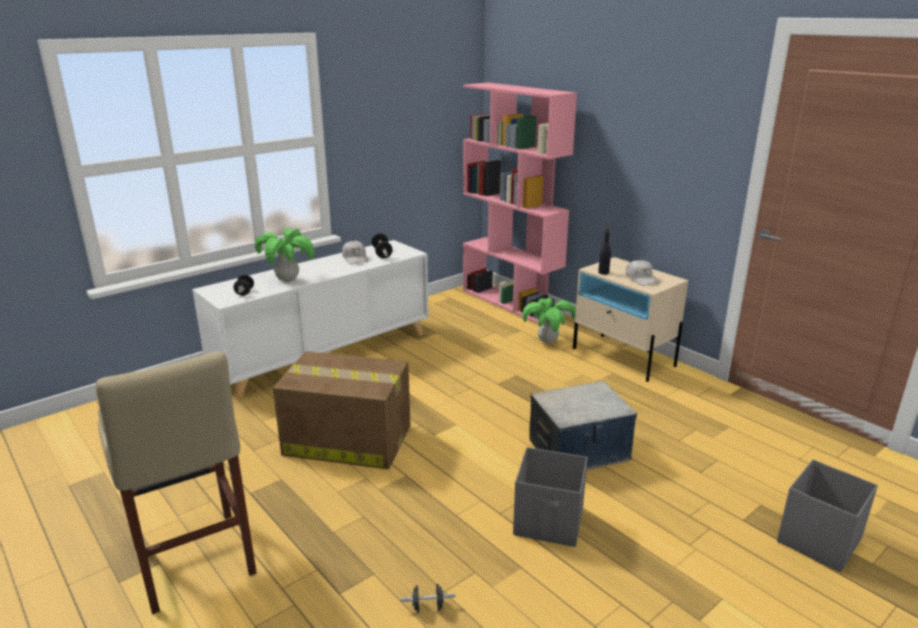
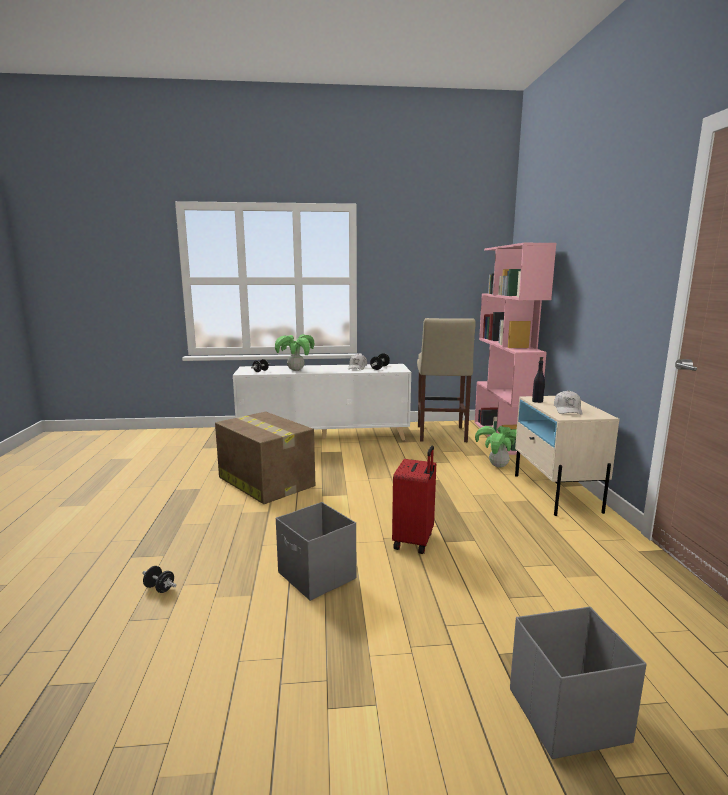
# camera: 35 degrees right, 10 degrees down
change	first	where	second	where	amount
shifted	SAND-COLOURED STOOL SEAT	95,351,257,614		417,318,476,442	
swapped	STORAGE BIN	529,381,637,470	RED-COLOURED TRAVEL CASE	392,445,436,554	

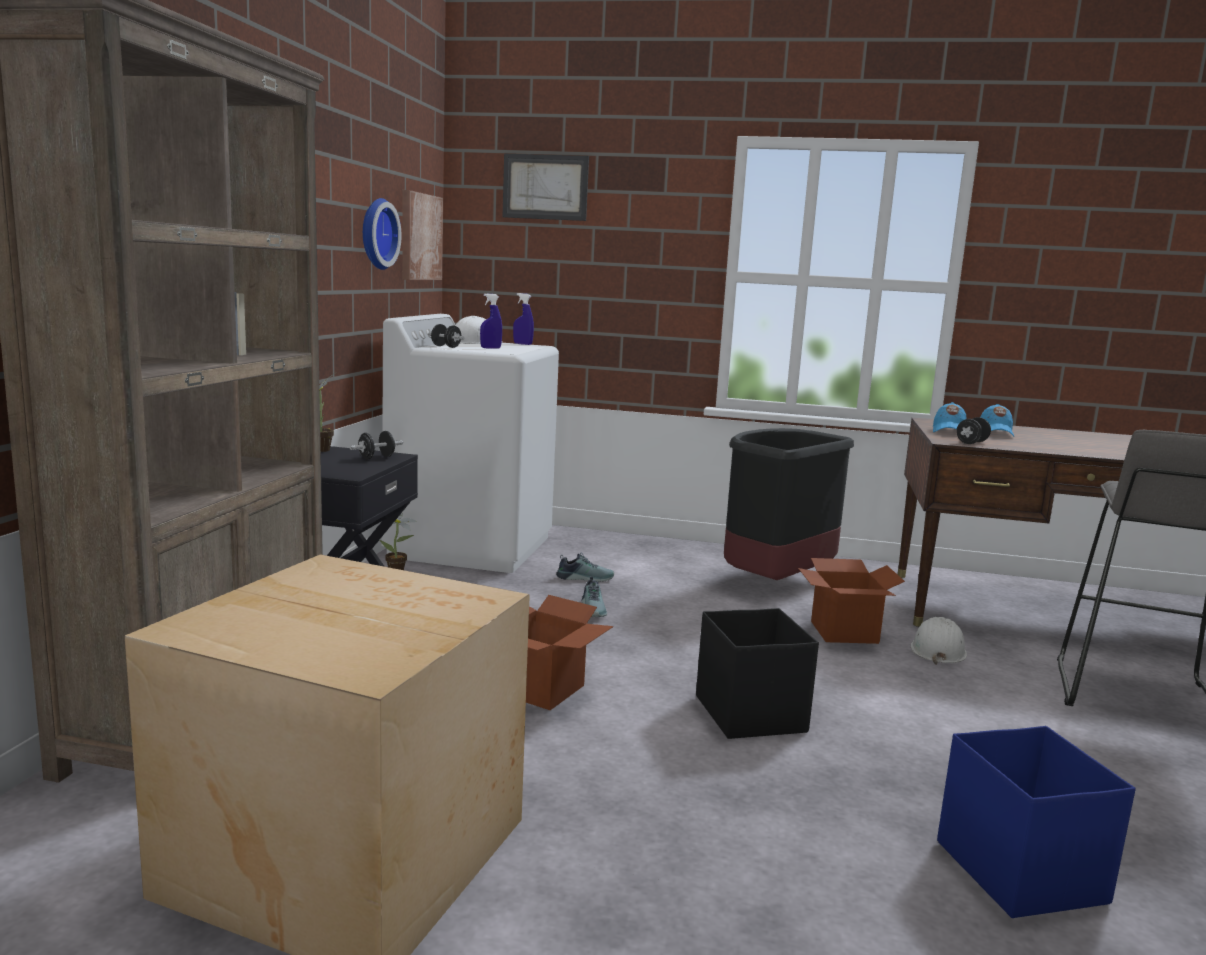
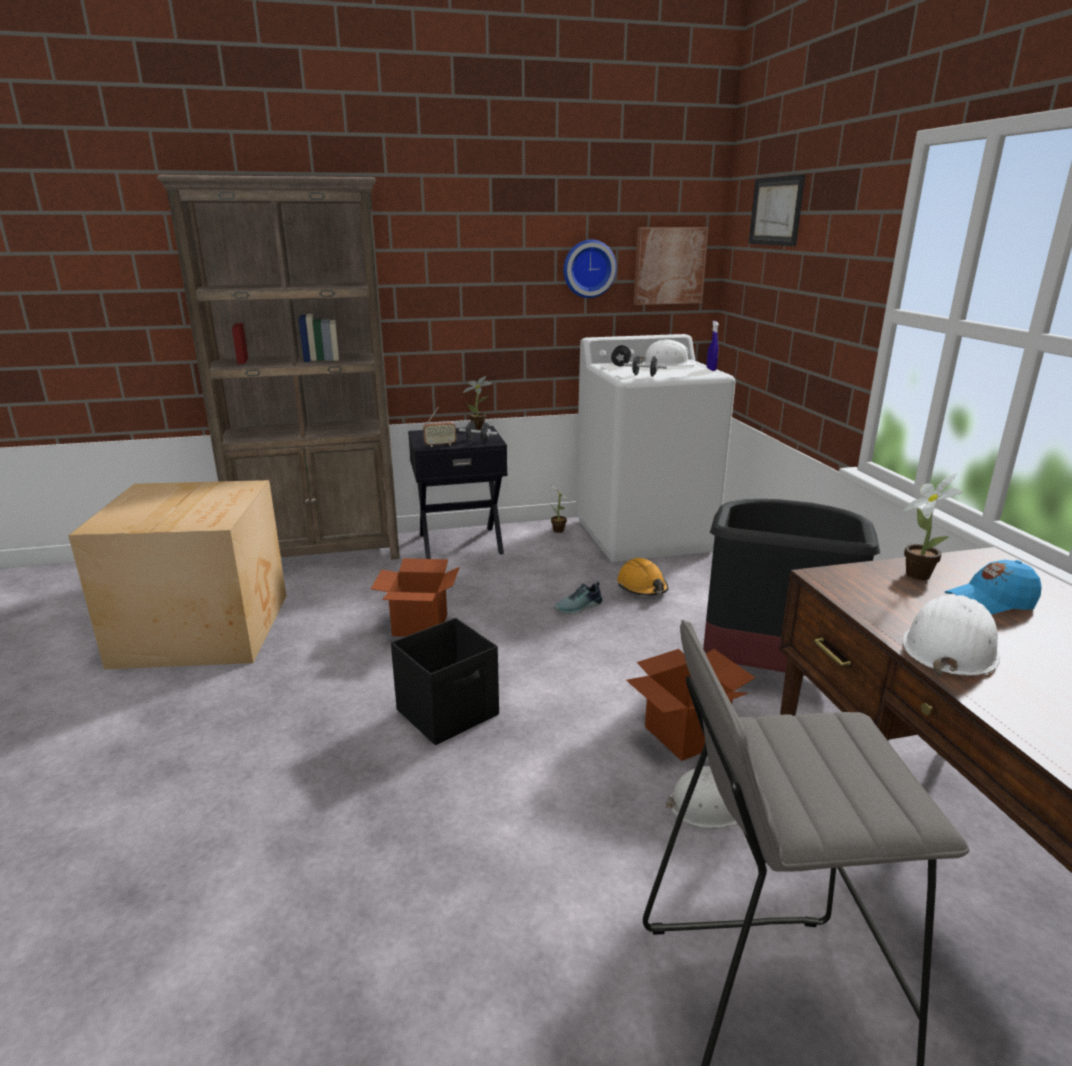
# camera: 65 degrees right, 10 degrees up
change	first	where	second	where	amount
gone	BLUE HAND SPRAYER	480,293,502,349			
swapped	BLUE BASEBALL CAP	933,402,967,432	PLANT IN A POT	903,473,963,580	
shifted	BLACK-COLOURED FREE WEIGHT	956,417,991,444		624,355,667,377	
swapped	SHOE	556,553,614,582	ORANGE HARD HAT	617,558,668,596	
gone	BLUE STORAGE BIN	937,726,1136,918			
new			RADIO SET	423,406,456,447	
new			WHITISH HARD HAT	903,595,1000,676	

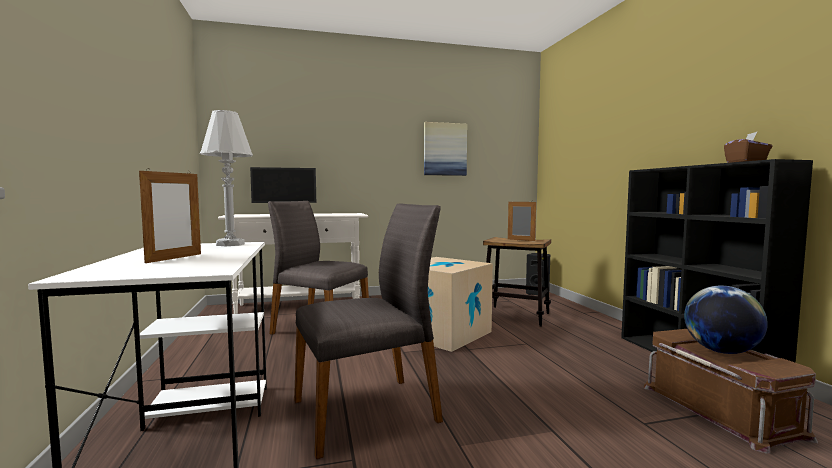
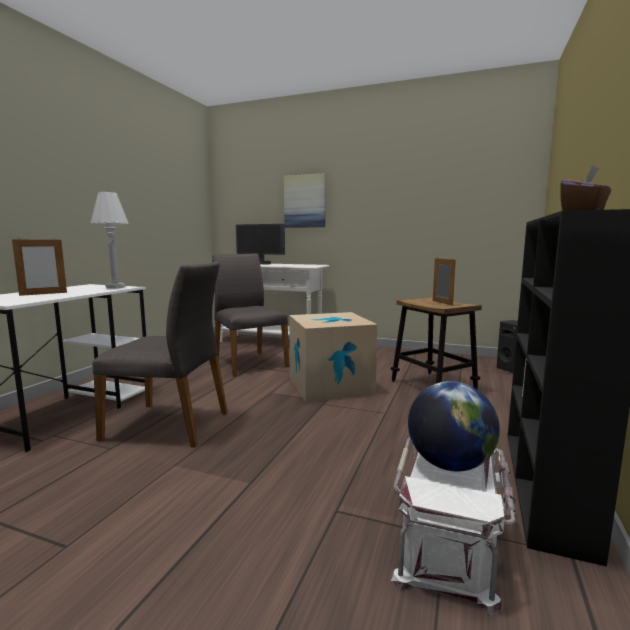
# camera: 35 degrees right, 5 degrees up
change	first	where	second	where	amount
shifted	WALL PICTURE	424,122,467,176		284,174,326,228	
repainted	BROWN-COLOURED STORAGE BIN	644,329,818,454	WHITISH STORAGE BIN	390,437,516,616	

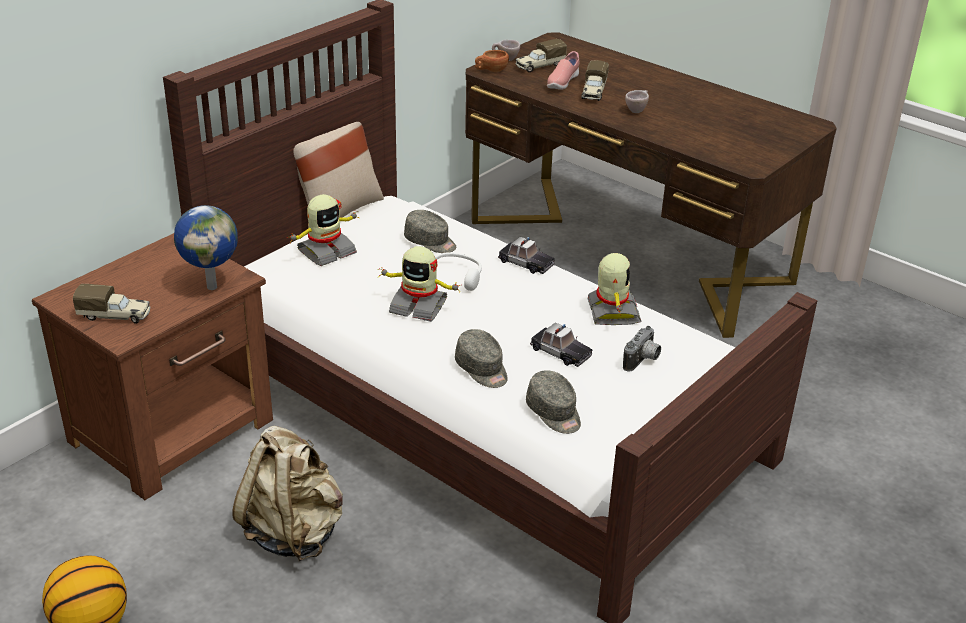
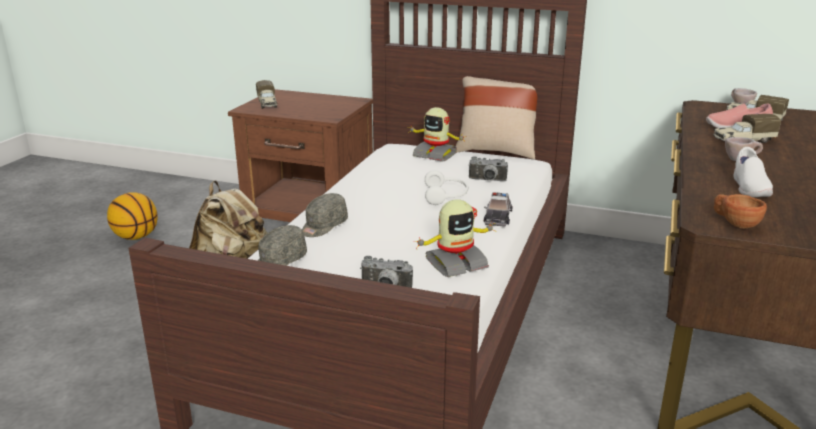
# camera: 70 degrees right, 10 degrees down
change	first	where	second	where	amount
shifted	BROWN-COLOURED SMALL CUP	475,50,509,72		714,194,767,228	
gone	GLOBE	174,205,238,290			
swapped	GREYISH BASEBALL CAP	404,210,456,253	STILL CAMERA	469,156,508,181	
gone	ROBOT FIGURE	378,246,461,322			
gone	TOY CAR	530,323,592,367			
new			WHITISH SHOE	733,147,773,197	

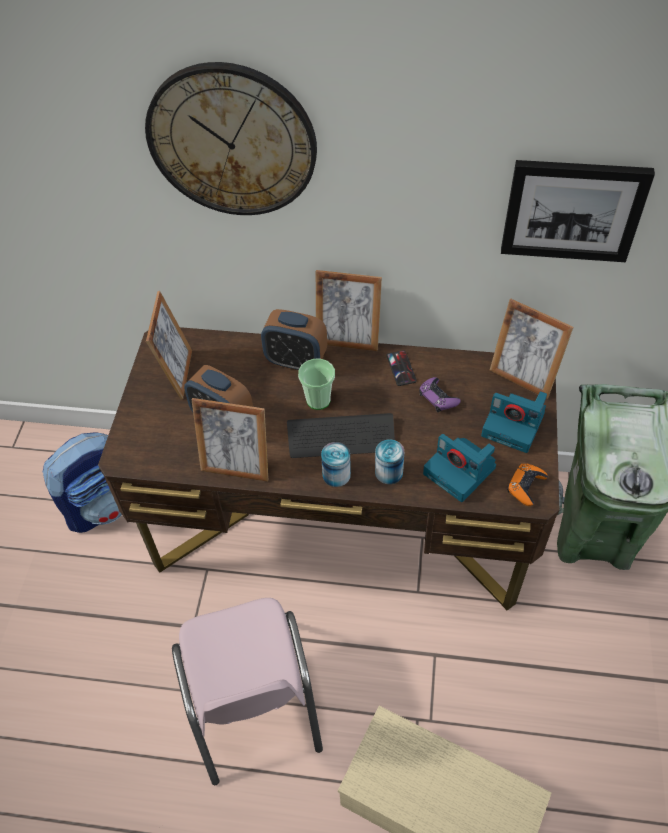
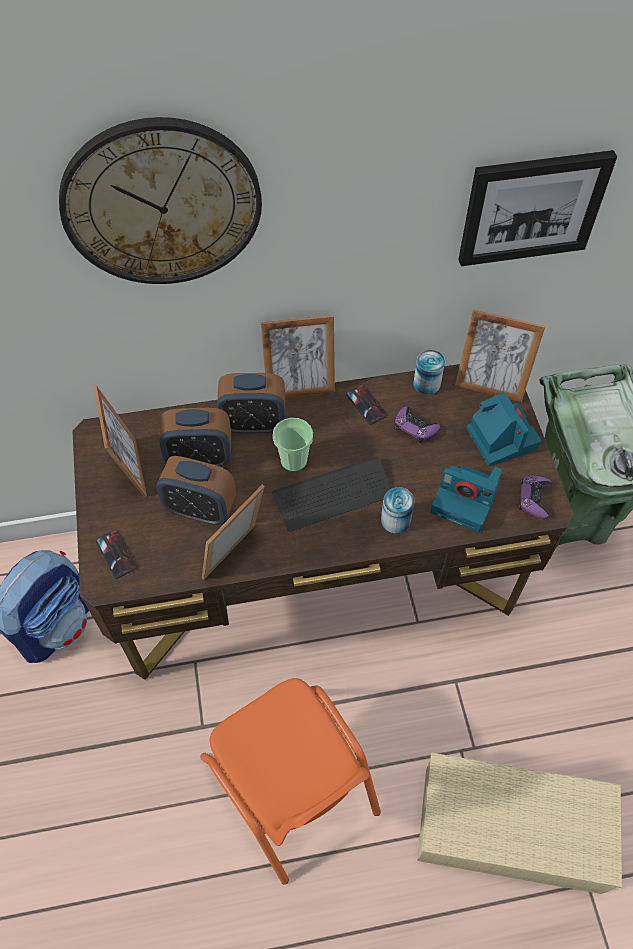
# camera: 20 degrees left, 5 degrees up
change	first	where	second	where	amount
rotated	STILL CAMERA	481,391,547,453		466,392,541,466	120 degrees counterclockwise
rotated	PICTURE FRAME	192,398,269,482		202,485,265,580	135 degrees clockwise
shifted	SEALED CAN	321,442,351,487		413,350,445,395	
repainted	ORANGE JOYPAD	508,464,548,506	PURPLE-COLOURED JOYPAD	519,475,552,519	
repainted	PINK-COLOURED PLAIN CHAIR	172,598,323,785	ORANGE PLAIN CHAIR	200,678,381,885	
new			TABLE CLOCK	160,408,231,467	
new			PHONE	96,530,137,579	

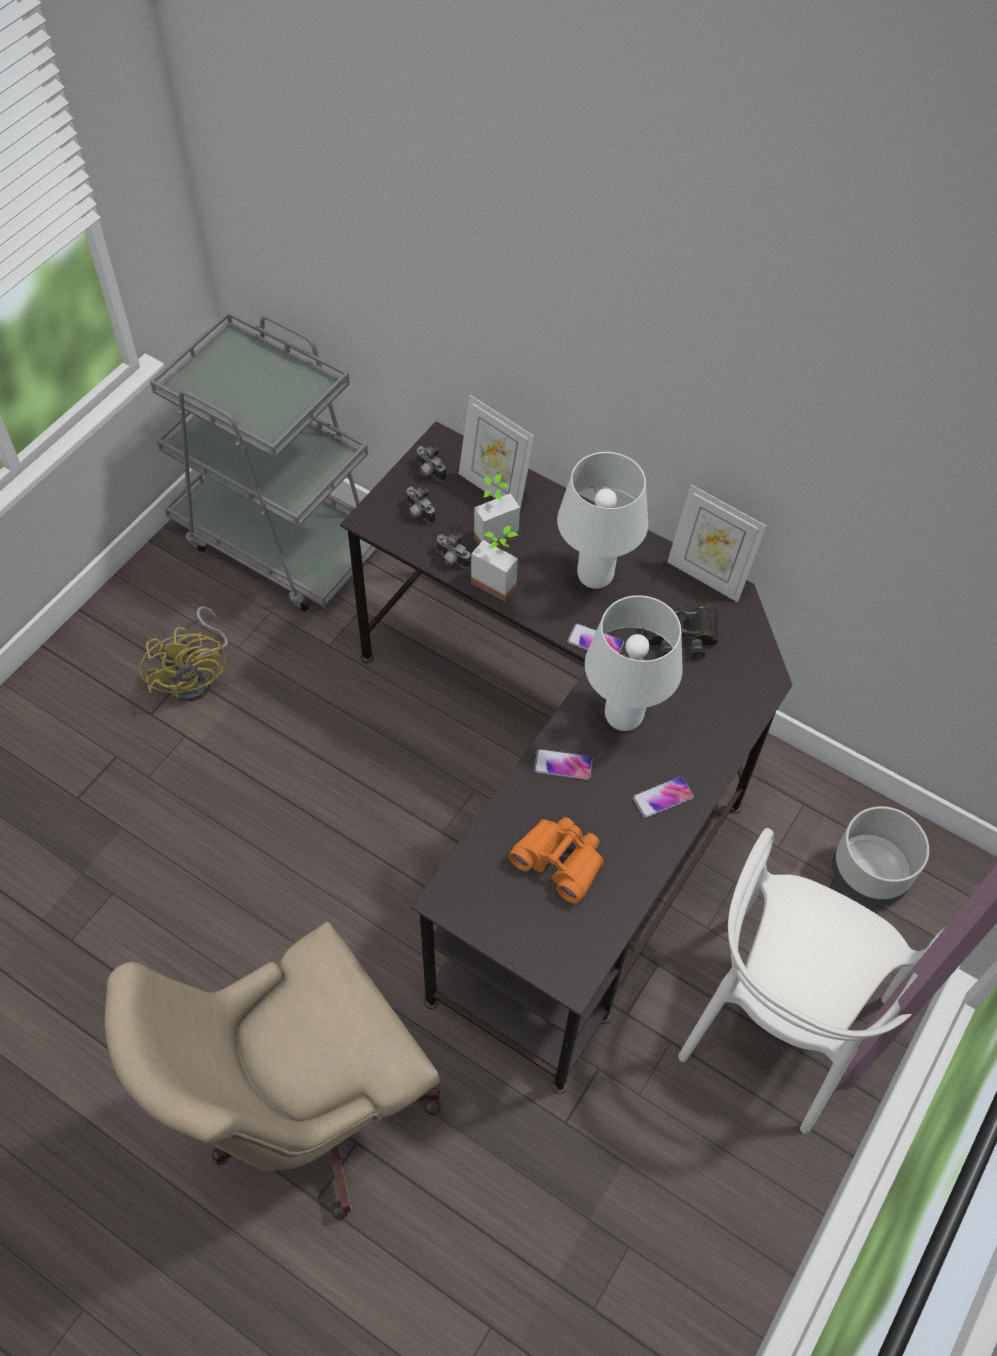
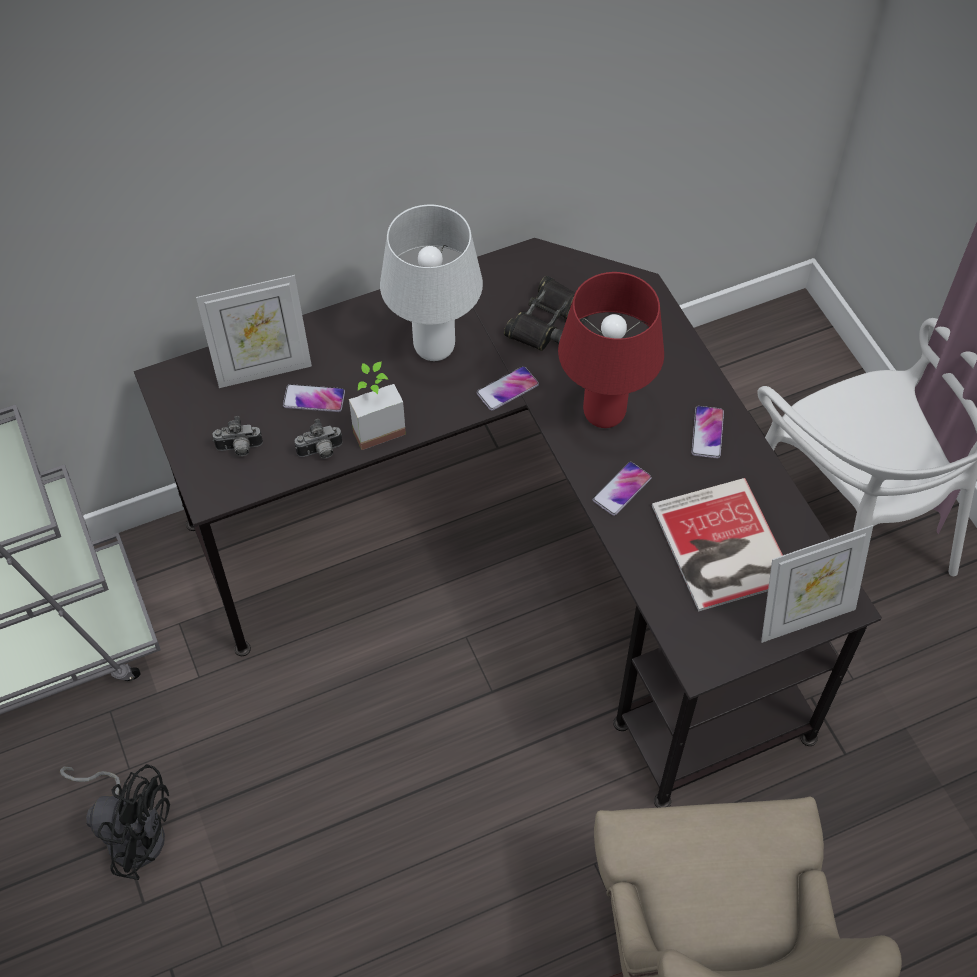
# camera: 55 degrees left, 0 degrees up
change	first	where	second	where	amount
gone	STILL CAMERA	416,446,446,481			
swapped	PLANT IN A POT	474,474,520,546	PHONE	283,384,345,412	
shifted	PICTURE FRAME	667,485,766,602		761,525,873,643	
repainted	WHITISH LAMP FOR A TABLE	585,595,682,731	RED-COLOURED LAMP FOR A TABLE	558,272,664,428	
repainted	YELLOW COOLING FAN	140,606,228,701	BLACK-COLOURED COOLING FAN	60,764,170,880	
gone	GREYISH PLANT POT	832,806,929,907			
swapped	ORANGE FIELD GLASSES	509,817,603,904	VOLUME	652,478,783,612	

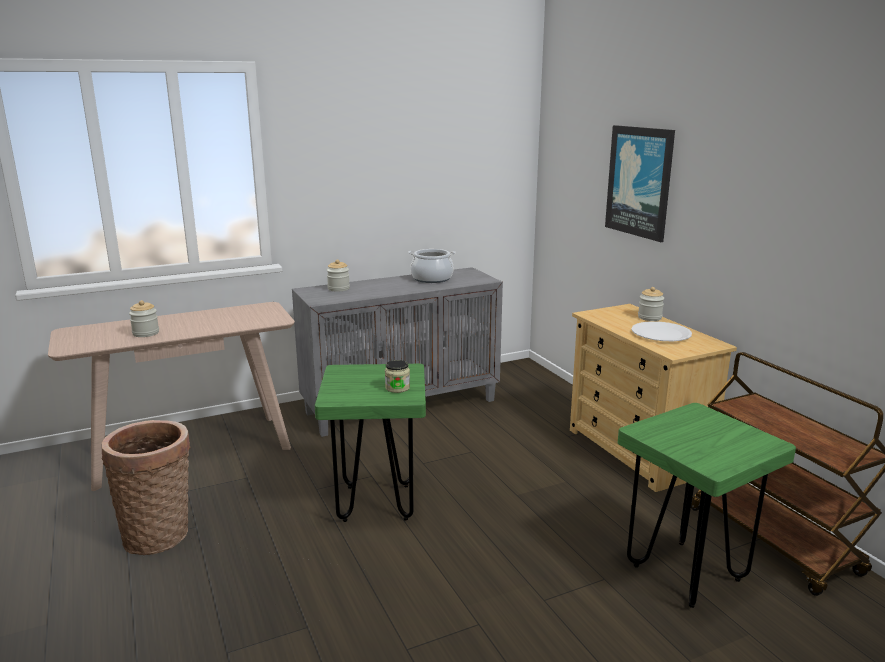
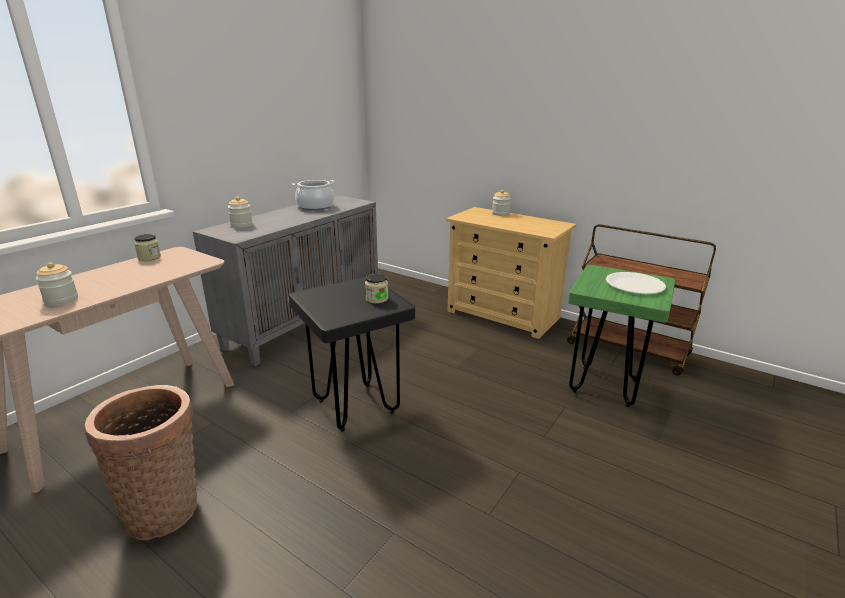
# camera: 30 degrees left, 5 degrees up
change	first	where	second	where	amount
gone	WALL PICTURE	605,125,675,242			
shifted	WHITISH FLAT DISH	631,321,692,341		606,272,666,294	
repainted	GREEN STOOL SEAT	315,364,426,522	BLACK-COLOURED STOOL SEAT	289,277,415,432	
new			JAR	134,234,161,261	

